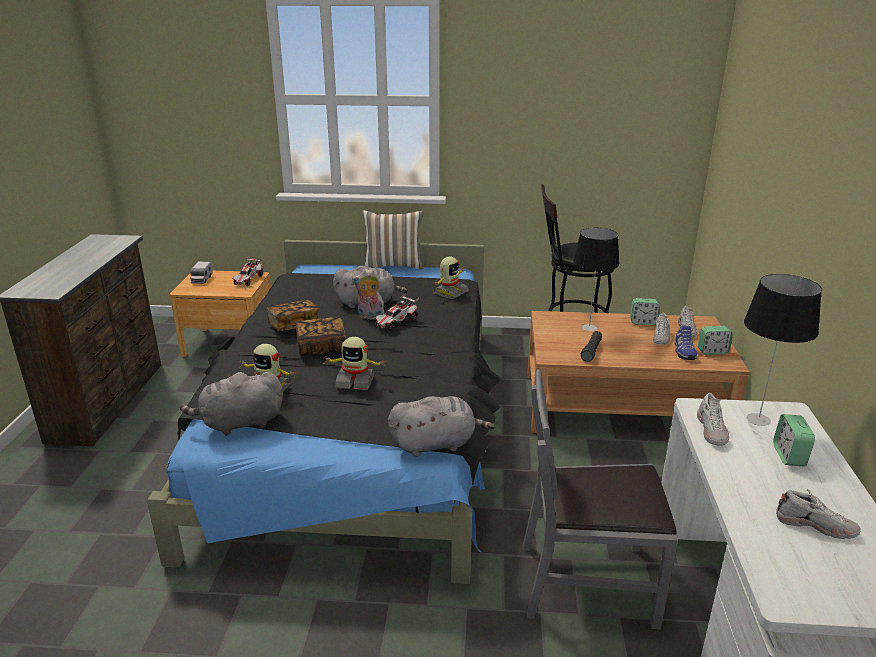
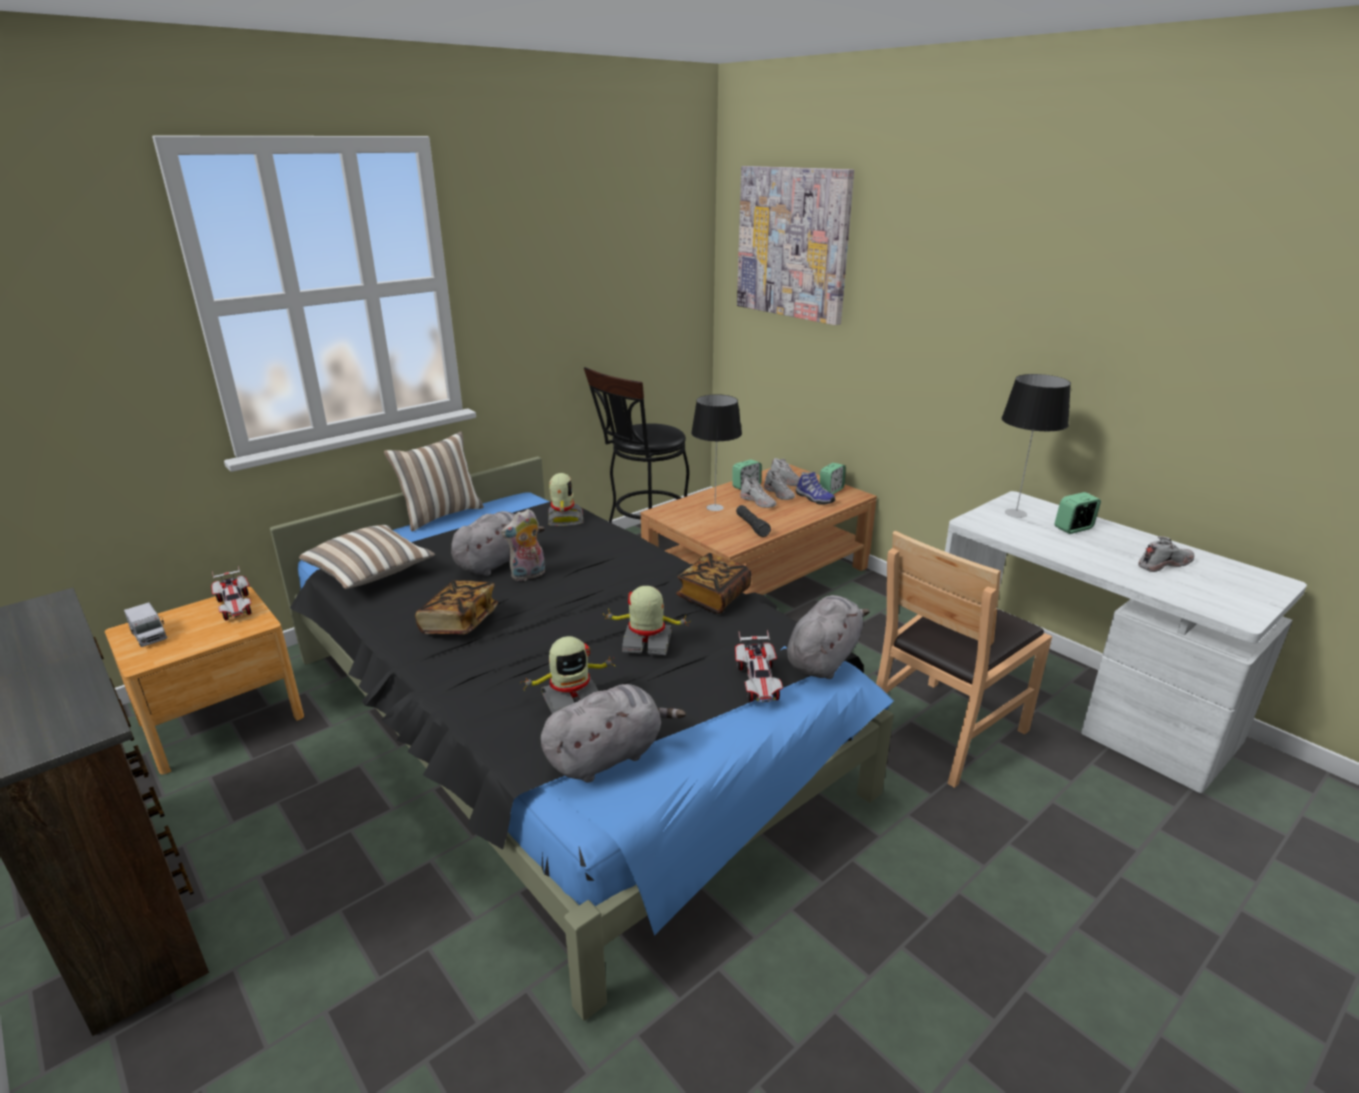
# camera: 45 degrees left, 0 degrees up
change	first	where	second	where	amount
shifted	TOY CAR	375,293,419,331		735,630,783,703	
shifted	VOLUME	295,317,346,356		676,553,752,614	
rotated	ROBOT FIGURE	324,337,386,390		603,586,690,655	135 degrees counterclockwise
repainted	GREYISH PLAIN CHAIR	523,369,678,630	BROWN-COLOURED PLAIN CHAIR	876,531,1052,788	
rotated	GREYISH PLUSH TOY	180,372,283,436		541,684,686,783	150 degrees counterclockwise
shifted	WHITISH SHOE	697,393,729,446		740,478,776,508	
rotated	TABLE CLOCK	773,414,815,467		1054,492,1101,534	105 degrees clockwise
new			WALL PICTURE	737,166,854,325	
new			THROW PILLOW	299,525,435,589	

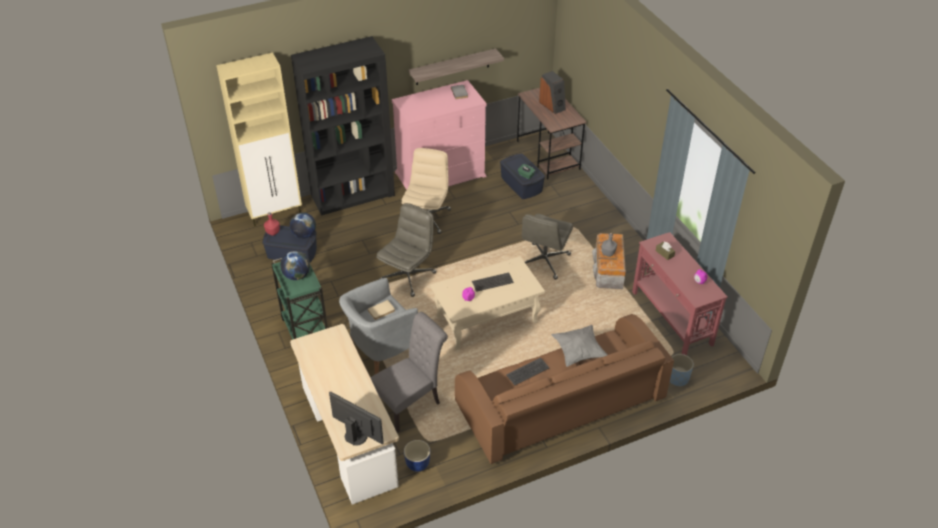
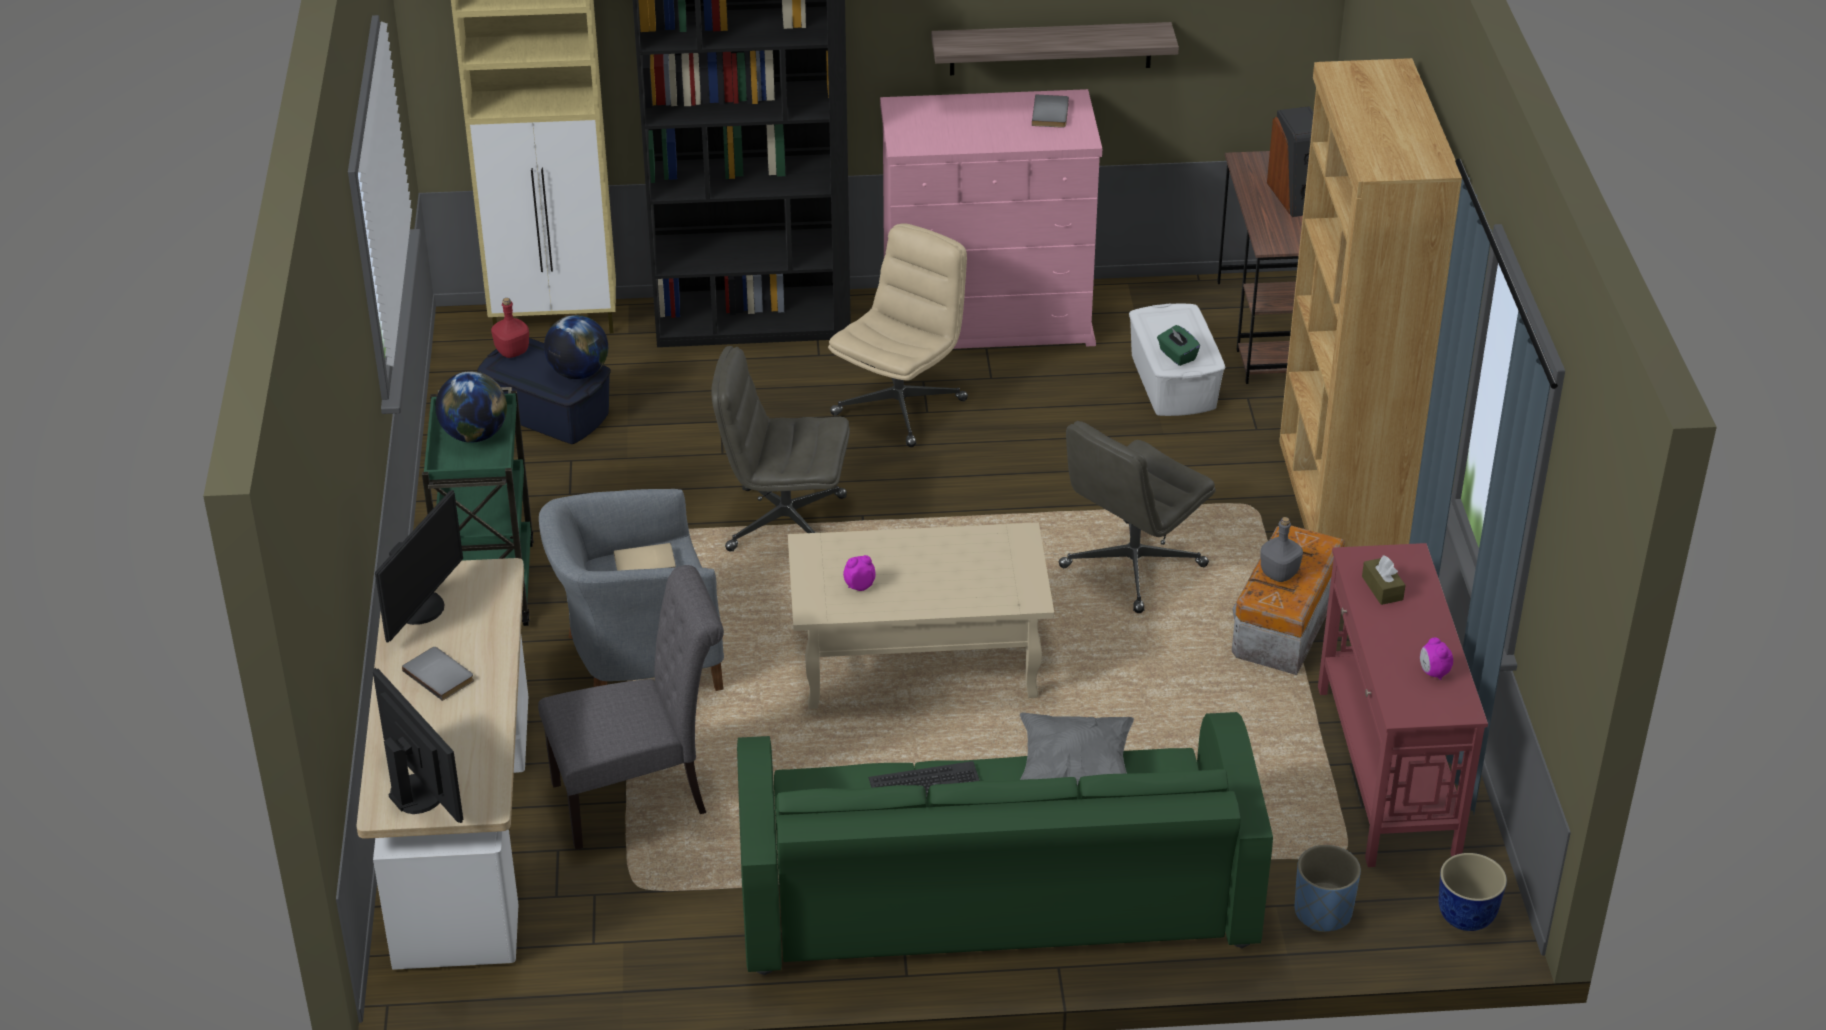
# camera: 20 degrees right, 5 degrees down
change	first	where	second	where	amount
repainted	BLUE STORAGE BIN	500,154,545,199	WHITISH STORAGE BIN	1129,304,1225,416	
rotated	GREYISH COMPUTER CHAIR	376,203,436,297		711,346,850,551	135 degrees counterclockwise
gone	PC KEYBOARD	472,273,514,292			
repainted	BROWN-COLOURED SETTEE	455,314,674,464	GREEN SETTEE	737,712,1273,975	
shifted	PLANT POT	404,440,430,472		1439,853,1507,931	
new			BROWN-COLOURED SHELVING UNIT	1279,58,1462,547	
new			MONITOR	375,490,463,642	
new			GREYISH VOLUME	402,647,474,701	

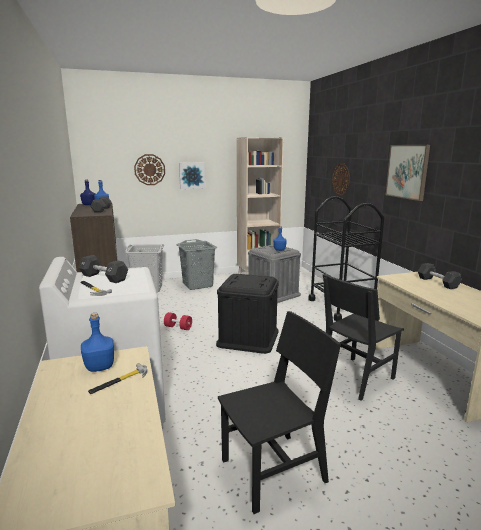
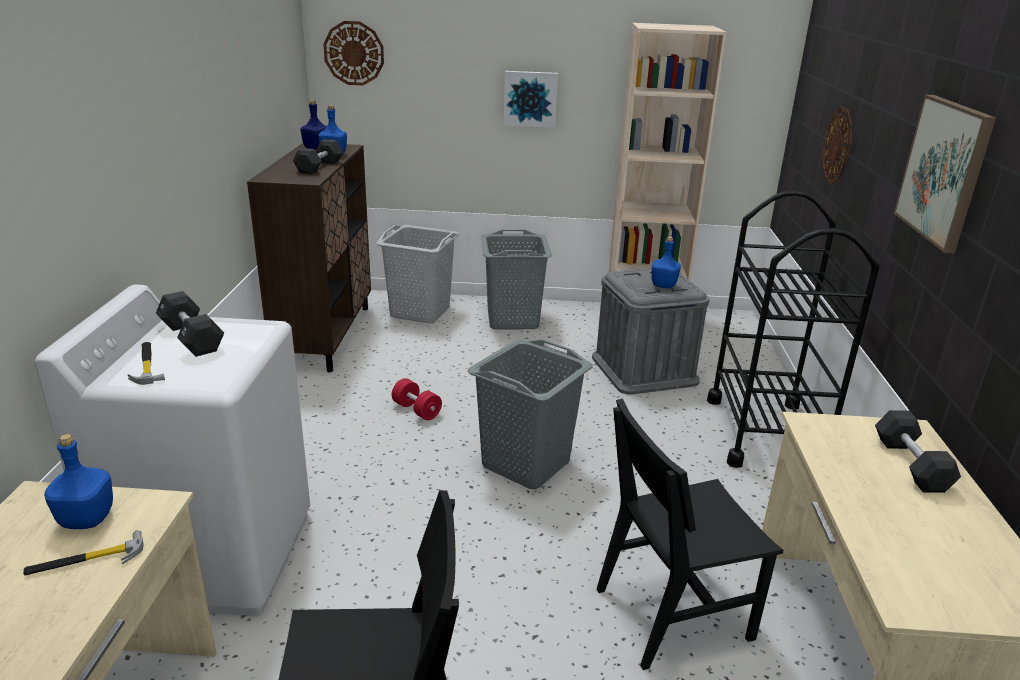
# camera: 20 degrees right, 10 degrees up
change	first	where	second	where	amount
shifted	WALL CLOCK	134,154,165,185		323,21,384,85	
swapped	BLACK-COLOURED STORAGE BIN	216,274,279,354	GREYISH HAMPER	468,339,593,489	

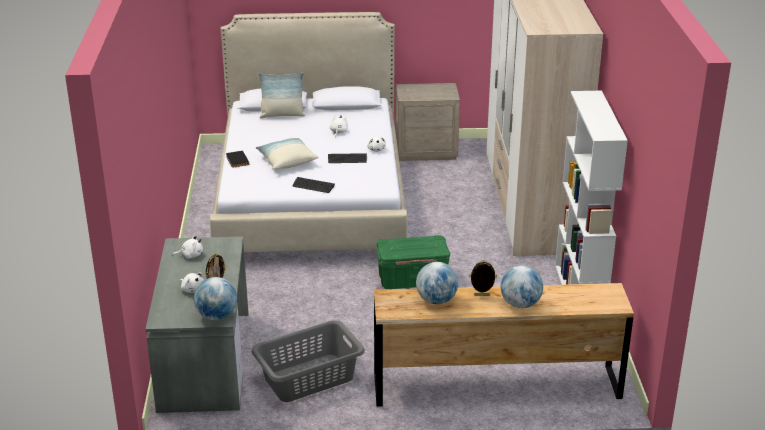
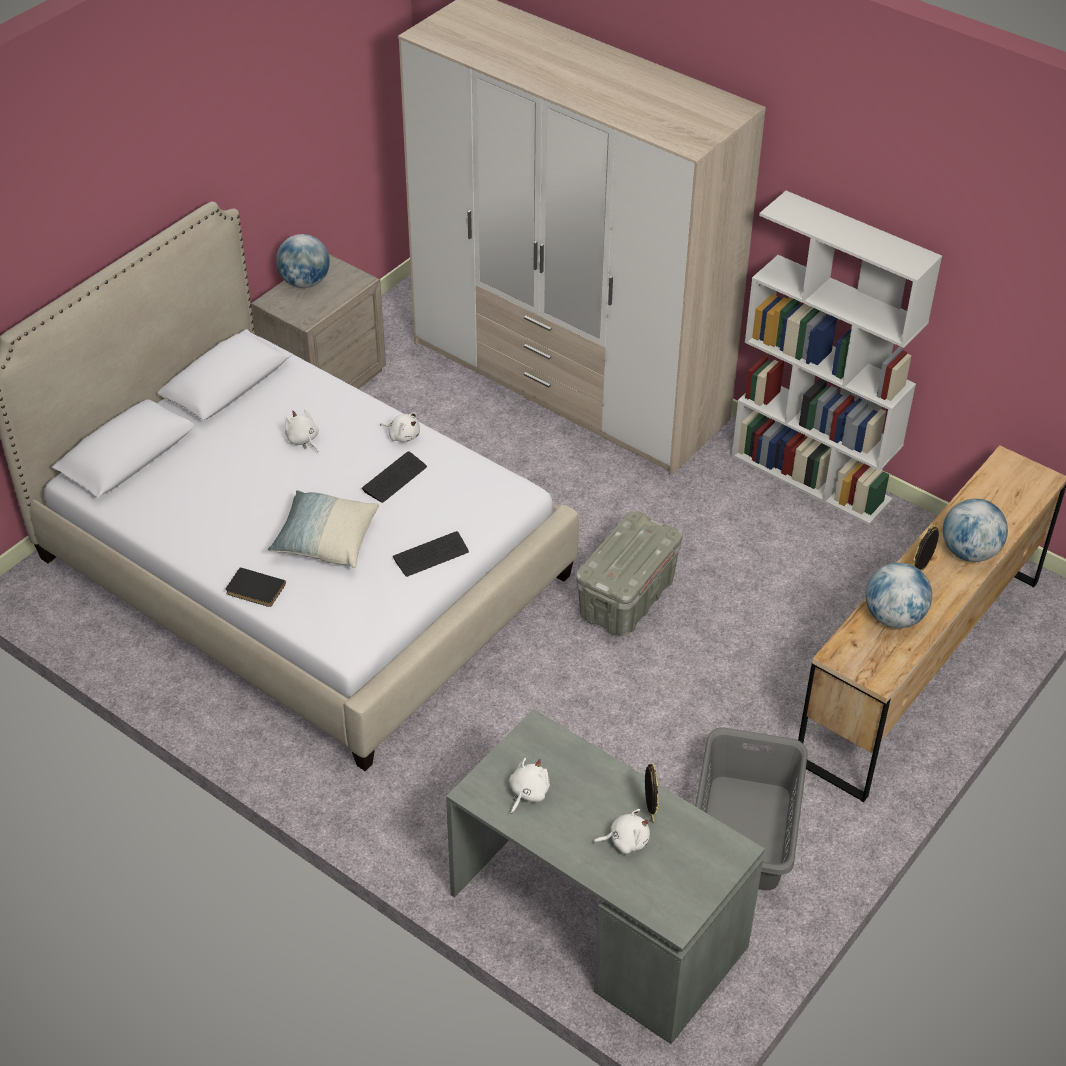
# camera: 50 degrees left, 15 degrees up
change	first	where	second	where	amount
gone	THROW PILLOW	259,72,305,118			
repainted	GREEN STORAGE BIN	377,235,450,289	GREYISH STORAGE BIN	576,511,683,636	
shifted	GLOBE	194,277,237,320		276,234,330,288	

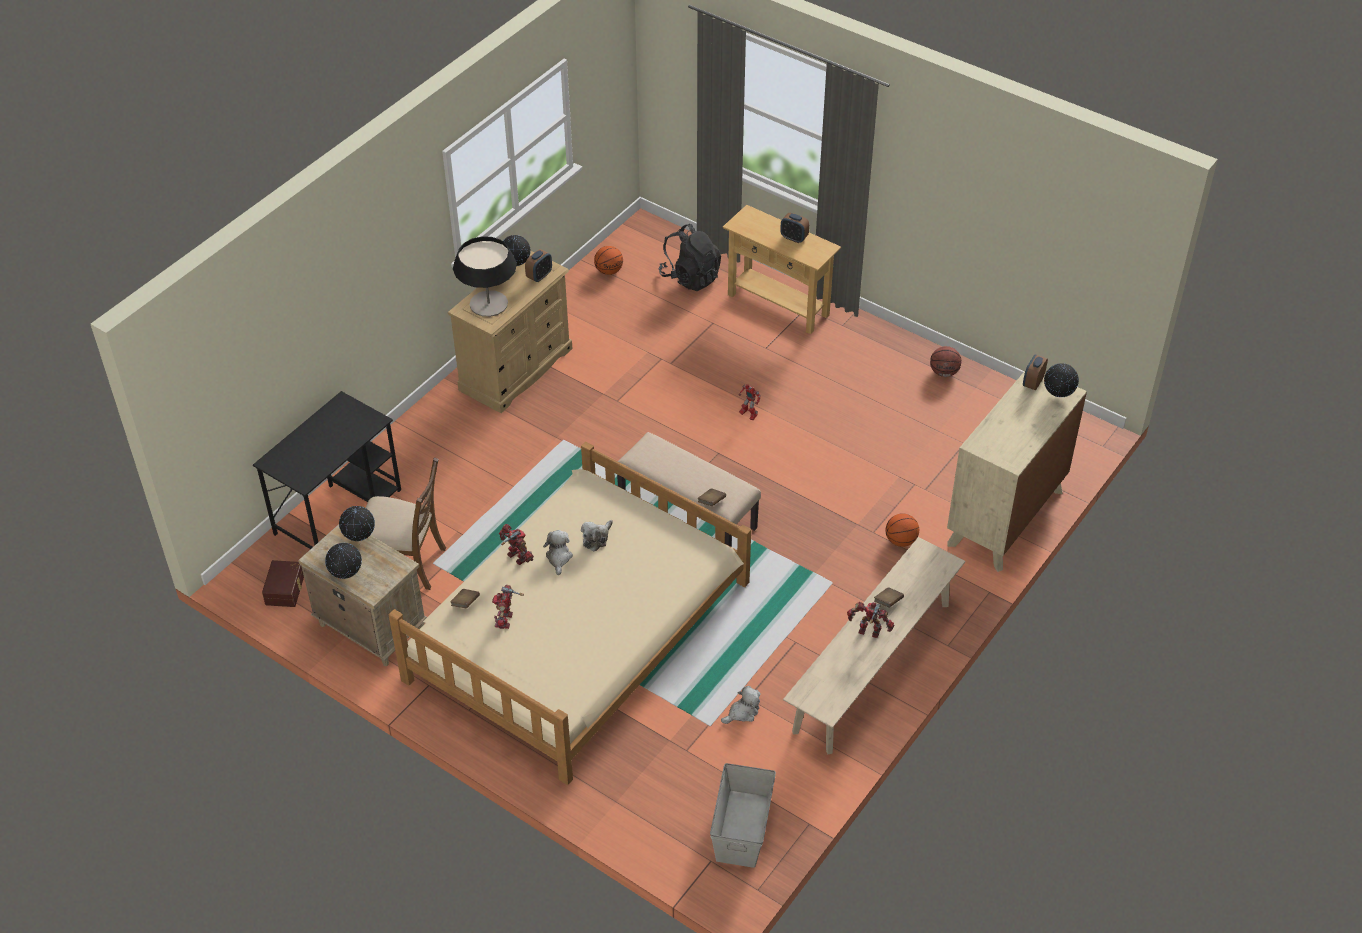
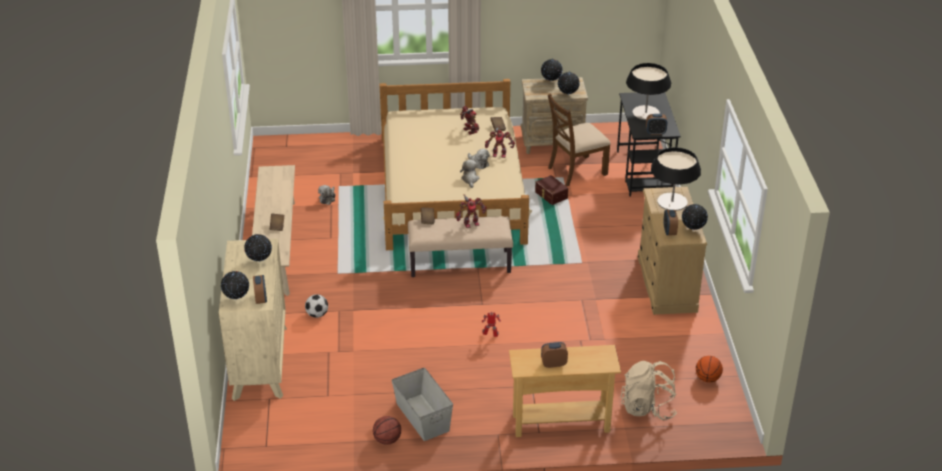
# camera: 140 degrees right, 10 degrees down
change	first	where	second	where	amount
repainted	BLACK-COLOURED BACKPACK	659,224,721,291	SAND-COLOURED BACKPACK	621,361,677,420	
swapped	BALL FOR BASKETBALL	886,513,919,547	BALL FOR FOOTBALL	305,294,328,318	
shifted	BROWN-COLOURED STORAGE BIN	262,560,304,607		535,175,568,205	
shifted	ROBOT FIGURE	847,602,894,638		456,194,487,228	
shifted	GREYISH STORAGE BIN	710,763,776,868		392,368,453,441	
new			LAMP FOR A TABLE	626,63,671,120	
new			TABLE CLOCK	646,114,667,135	
new			GLOBE	244,234,272,262	

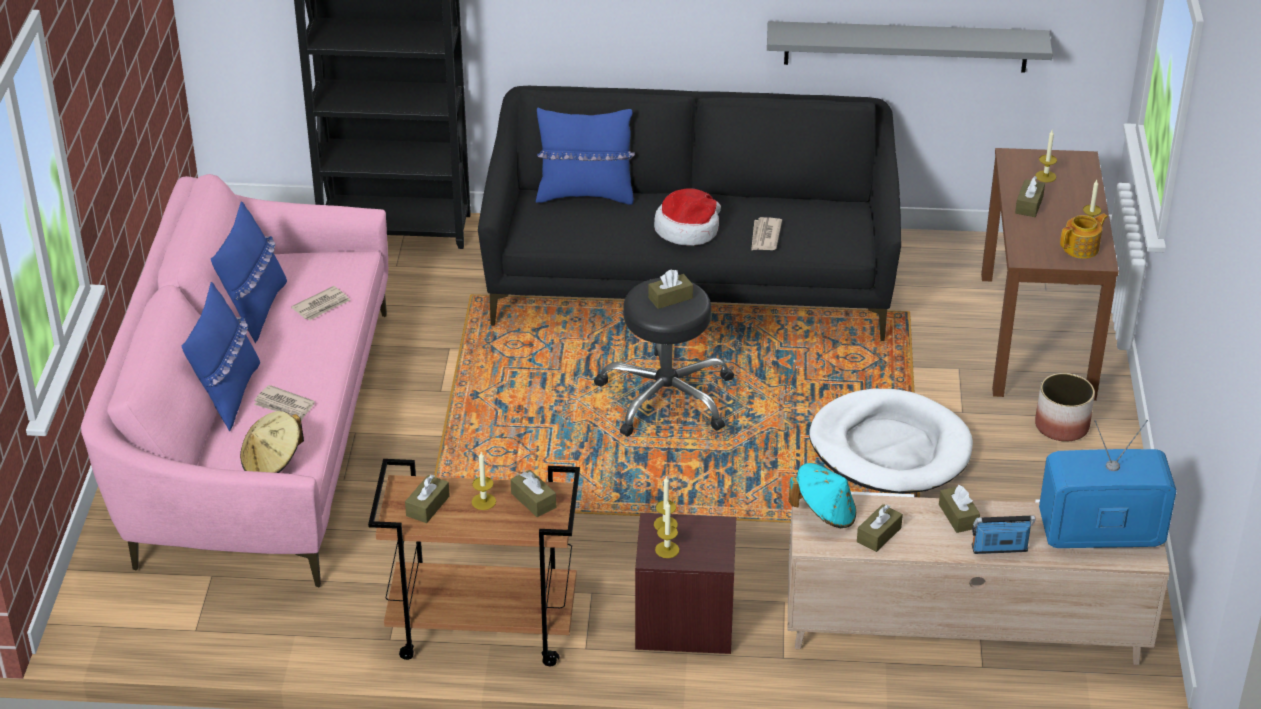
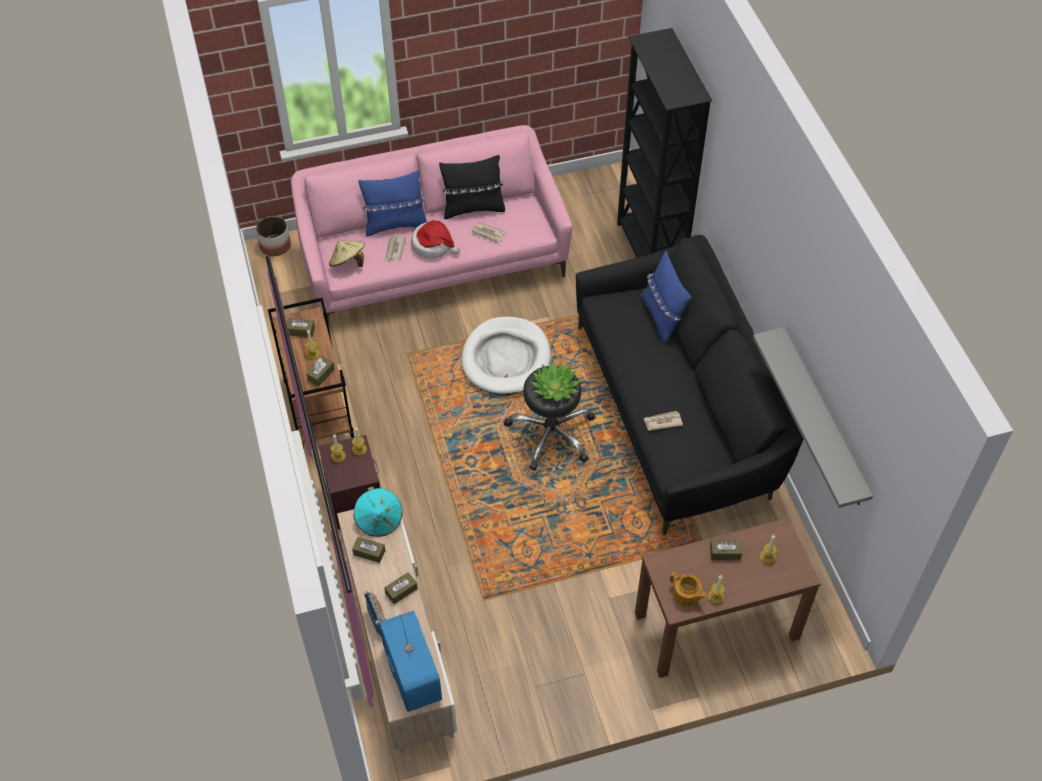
# camera: 70 degrees right, 15 degrees up
change	first	where	second	where	amount
shifted	HAT	654,188,721,246		411,220,460,259	
repainted	BLUE THROW PILLOW	211,201,287,343	BLACK-COLOURED THROW PILLOW	439,155,505,219	
swapped	BROWN-COLOURED TISSUE HOLDER	648,269,693,309	PLANT IN A POT	531,361,581,402	
shifted	PLANT POT	1035,373,1095,441		256,216,291,256	
shifted	WHITISH PET BED	809,389,973,494		462,316,551,395	

